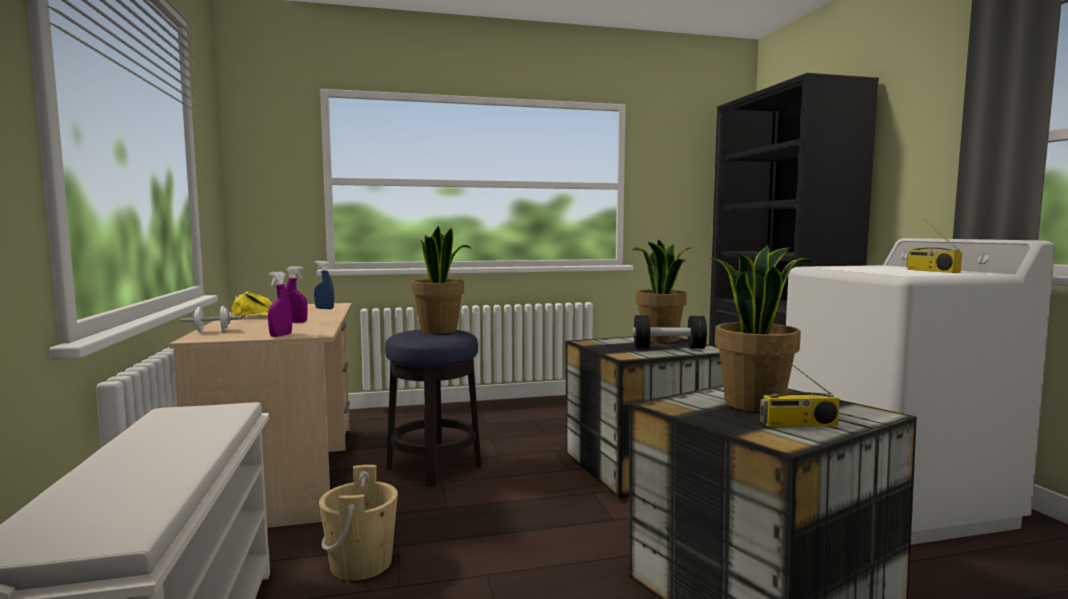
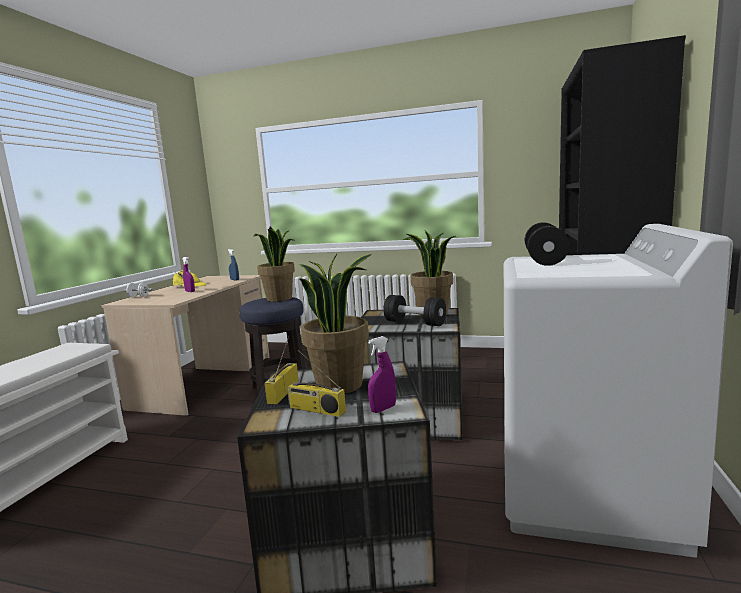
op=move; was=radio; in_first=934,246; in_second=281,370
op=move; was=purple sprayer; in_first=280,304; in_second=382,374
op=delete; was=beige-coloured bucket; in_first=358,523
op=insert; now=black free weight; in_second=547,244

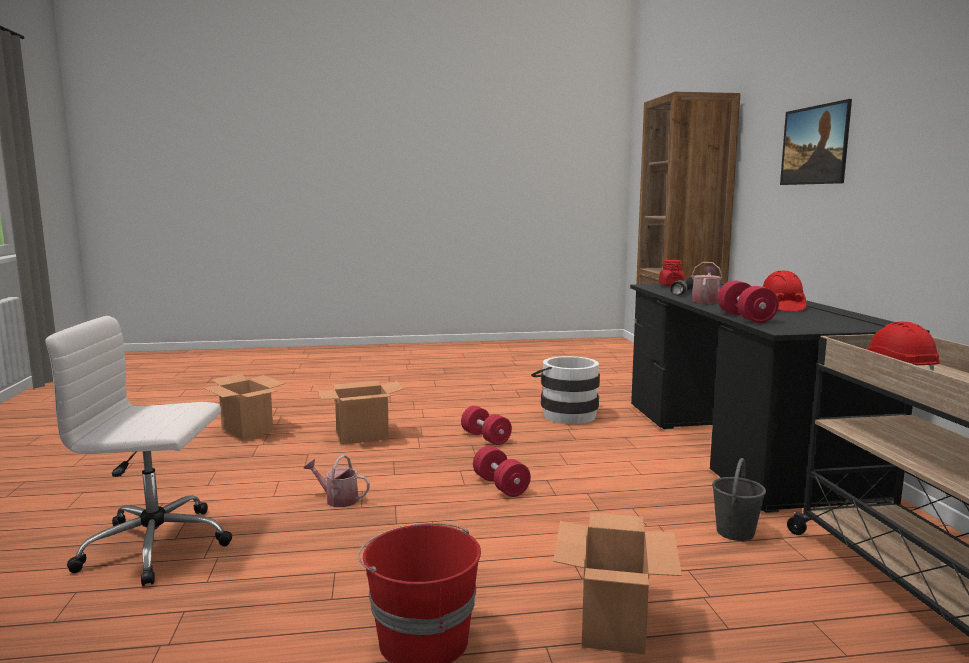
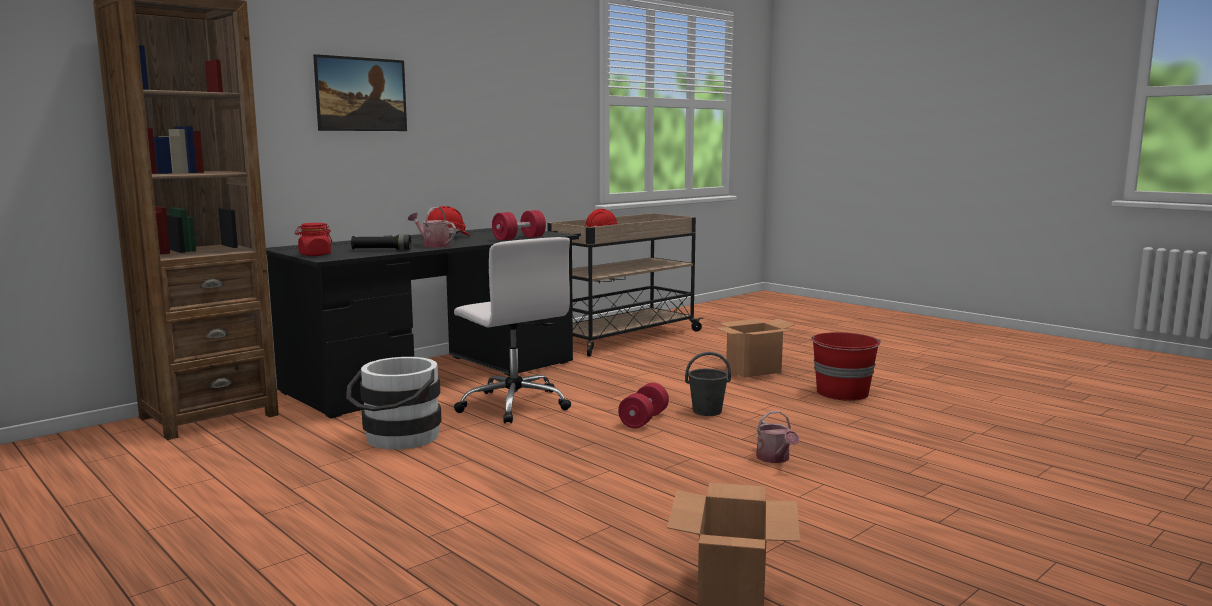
op=rotate; was=sprinkling can; in_first=707,282; in_second=432,227; clockwise=45
op=move; was=white office chair; in_first=138,451; in_second=512,330
op=delete; was=carton; in_first=361,413
op=delete; was=red free weight; in_first=486,425
op=move; was=gray bucket; in_first=739,499; in_second=708,384

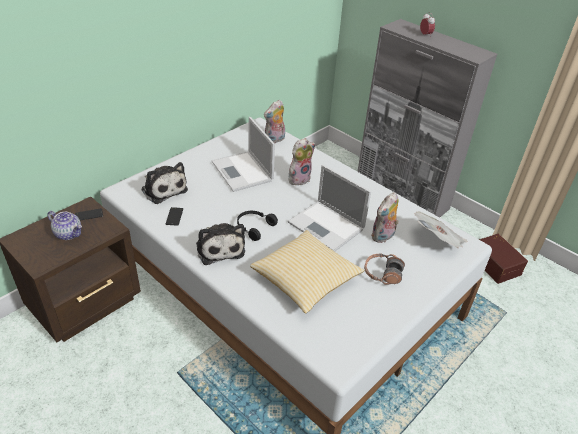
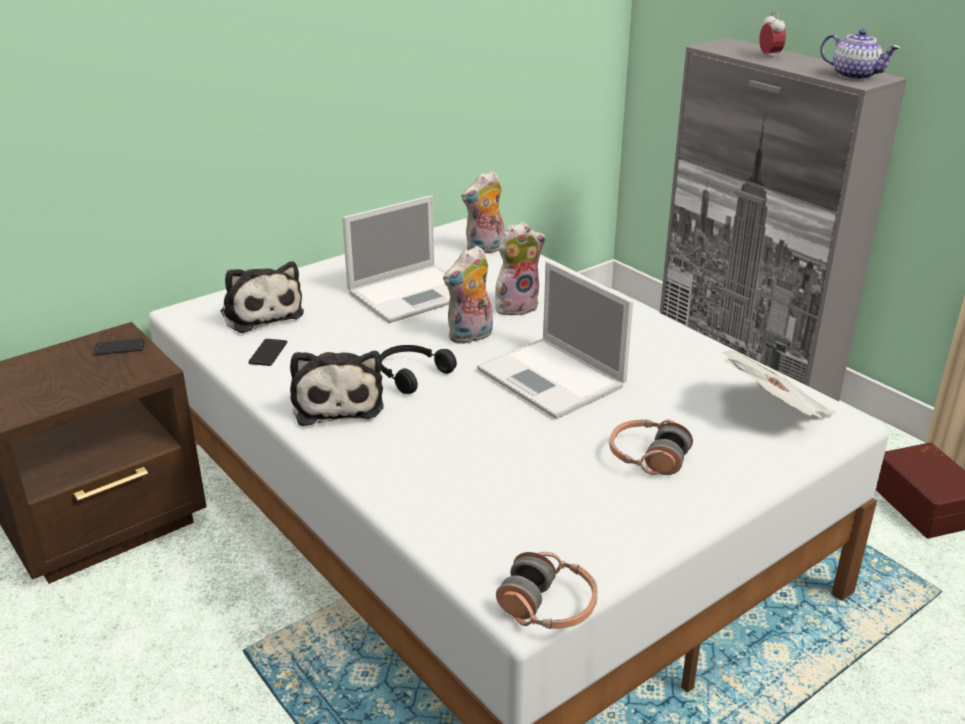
op=rotate; was=portable computer; in_first=243,154; in_second=396,259; clockwise=-105
op=move; was=cuddly toy; in_first=385,217; in_second=468,295
op=move; was=pot for tea; in_first=64,225; in_second=860,54
op=delete; was=throw pillow; in_first=307,271
op=insert; now=headphones; in_second=547,590

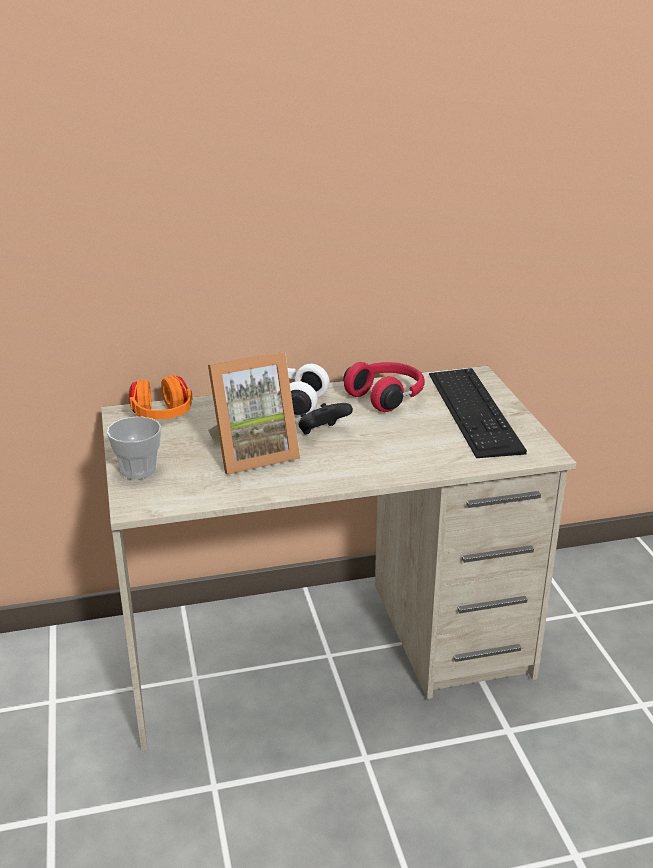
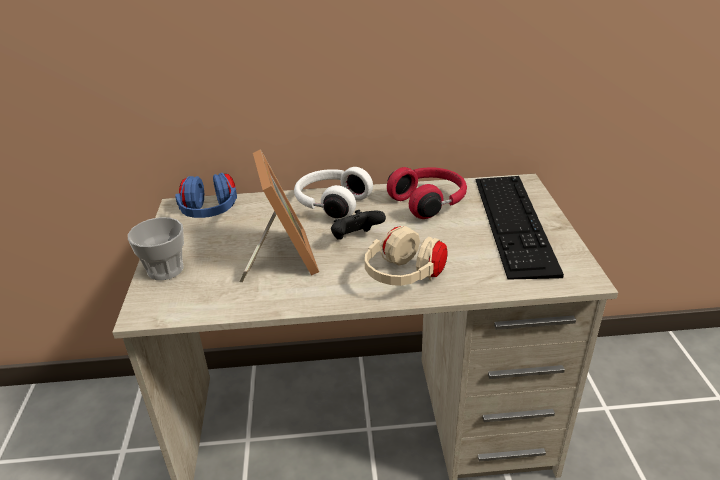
op=rotate; was=photo frame; in_first=254,413; in_second=279,215; clockwise=-90
op=recolor; was=orange headphones; now=bluish headphones; in_first=161,397; in_second=206,195
op=insert; now=beige-coloured headphones; in_second=406,256

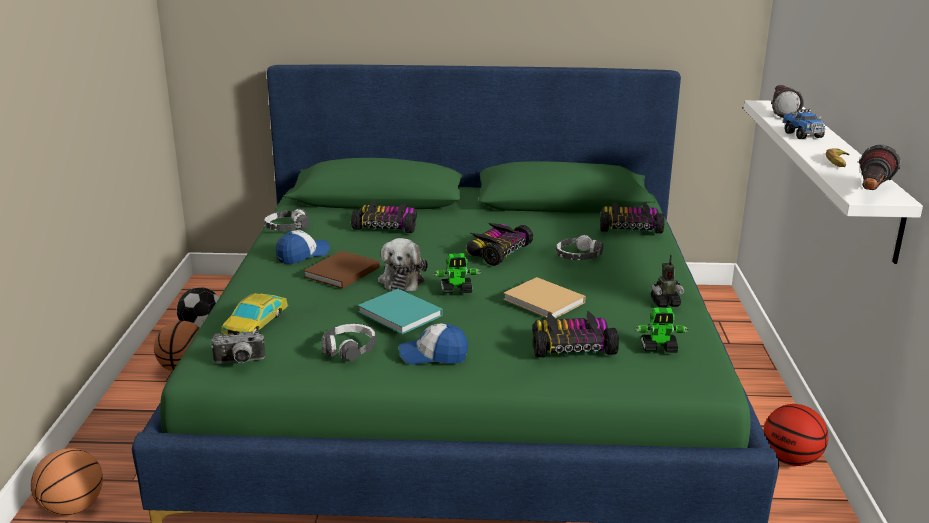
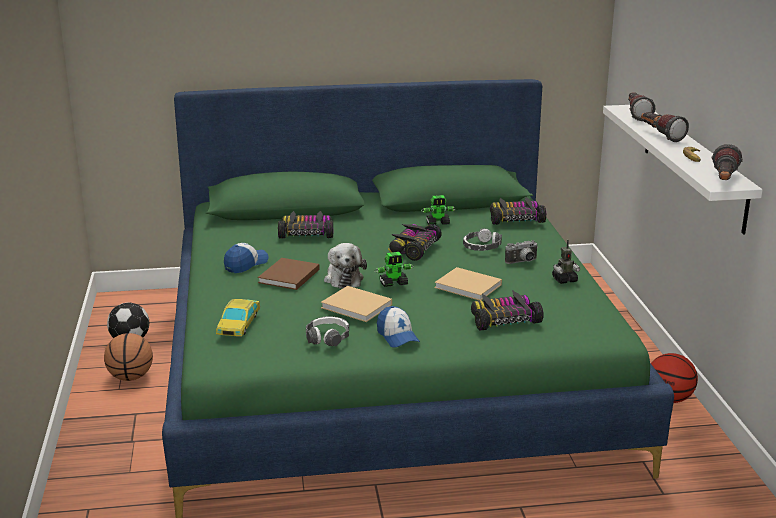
op=replace; was=model truck; now=torch; in_first=804,124; in_second=665,127
op=delete; was=headphones; in_first=287,220
op=recolor; was=turquoise-coloured bound book; now=beige-coloured bound book; in_first=400,311; in_second=356,304
op=move; was=toy robot; in_first=661,330; in_second=438,210
op=rotate; was=cap; in_first=433,344; in_second=398,326; clockwise=-105
op=move; was=photo camera; in_first=238,347; in_second=521,252
op=delete; was=ball for basketball; in_first=67,482

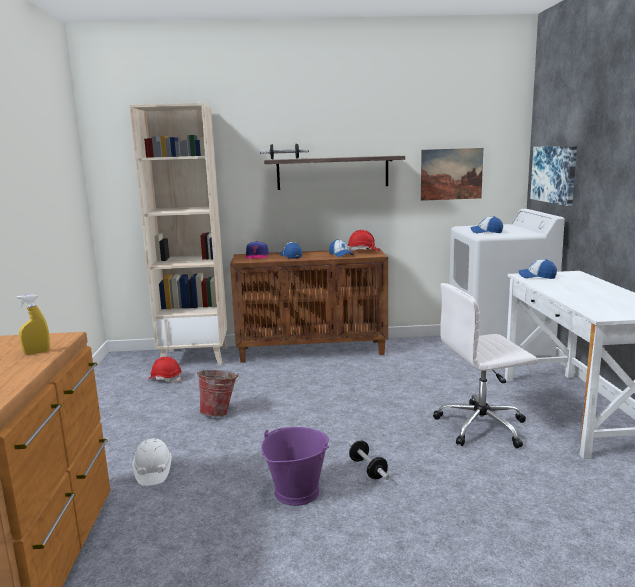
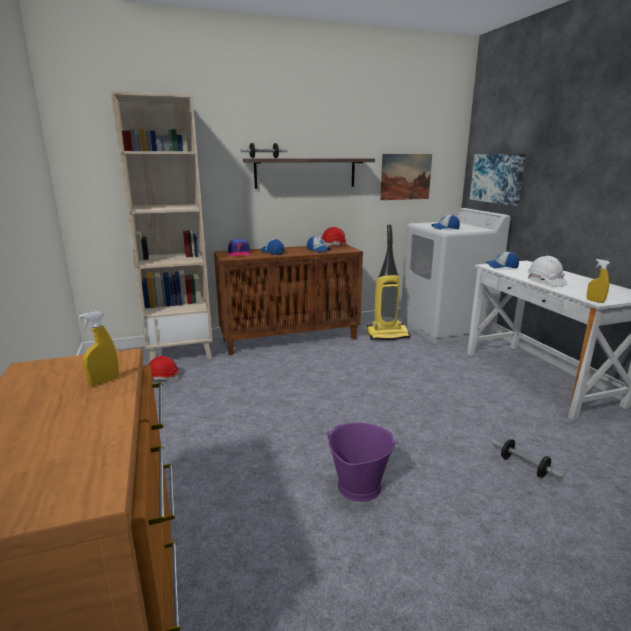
op=delete; was=white office chair; in_first=485,365
op=delete; was=bucket; in_first=218,393
op=move; was=white work helmet; in_first=152,462; in_second=548,271
op=move; was=free weight; in_first=369,460; in_second=527,459
op=insert; now=vacuum cleaner; in_second=388,282
op=insert; now=yellowish sprayer; in_second=598,281

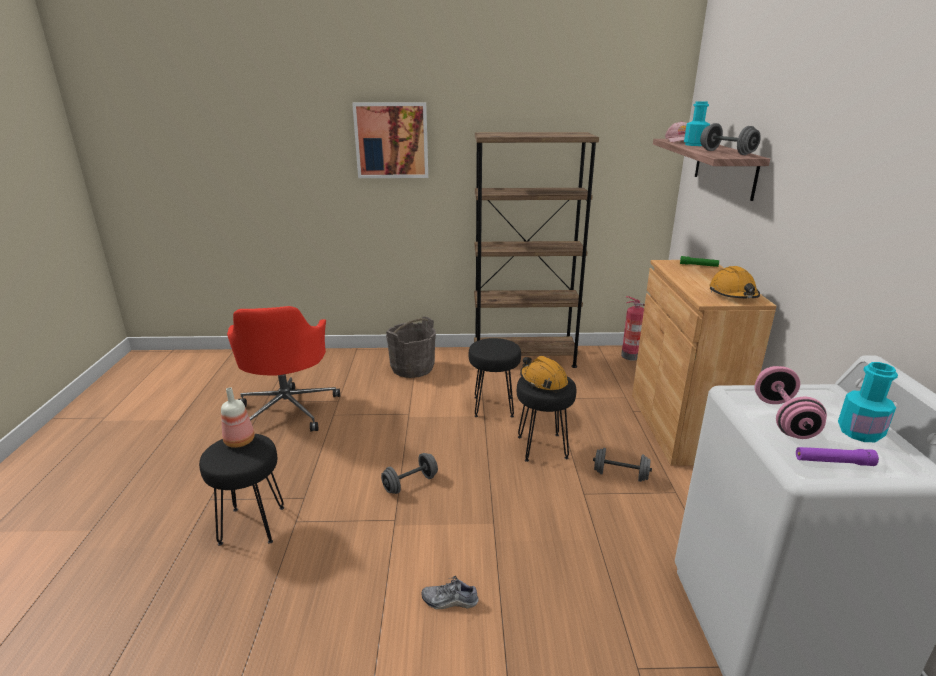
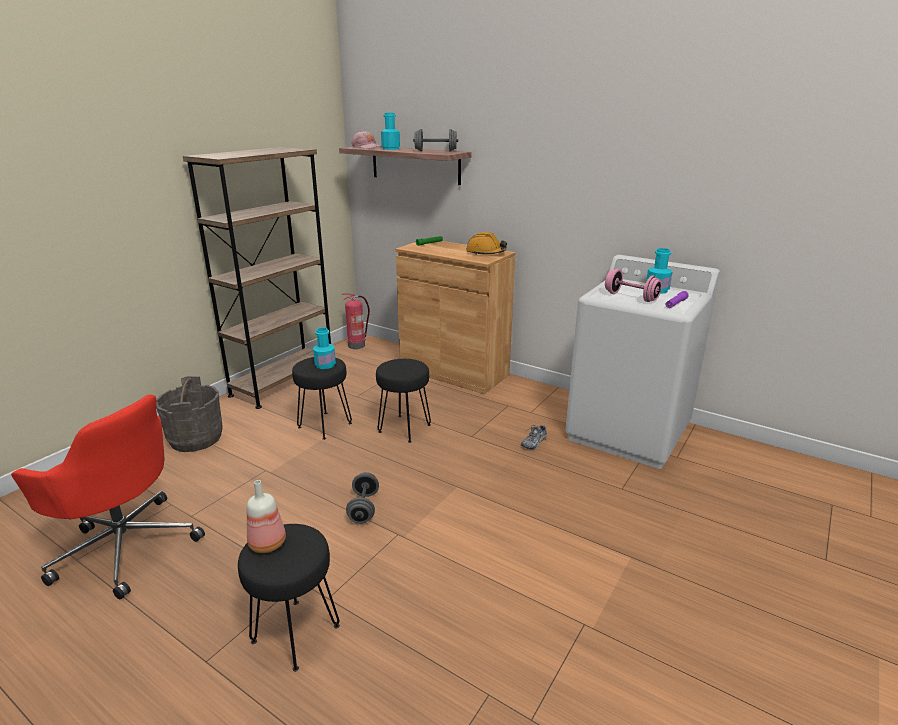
op=delete; was=picture; in_first=390,140
op=delete; was=orange work helmet; in_first=544,374
op=delete; was=gray free weight; in_first=622,465
op=move; was=shoe; in_first=450,592; in_second=534,437
op=insert; now=turquoise-coloured beverage bottle; in_second=324,348

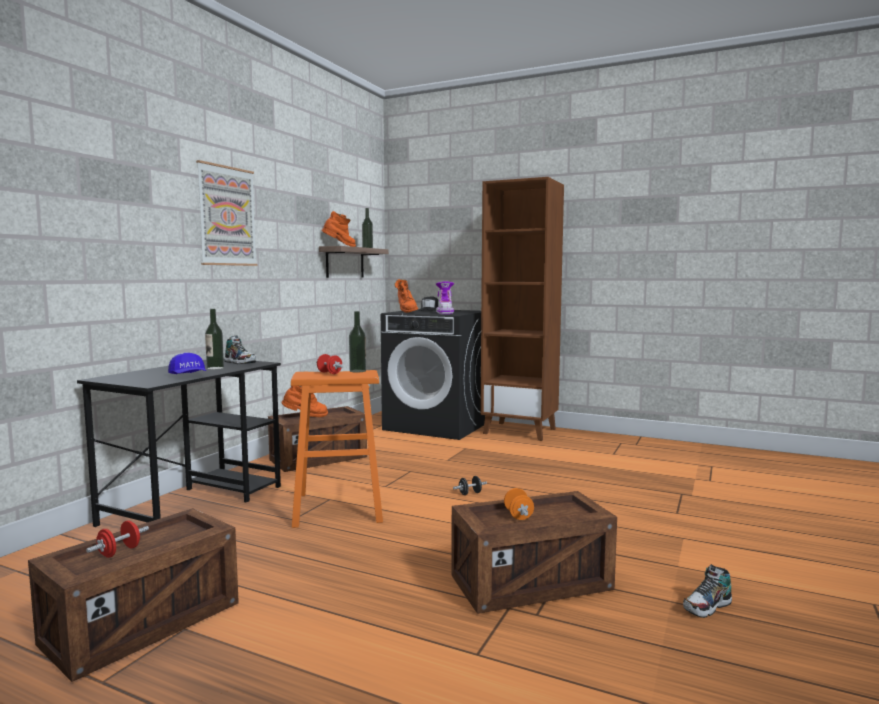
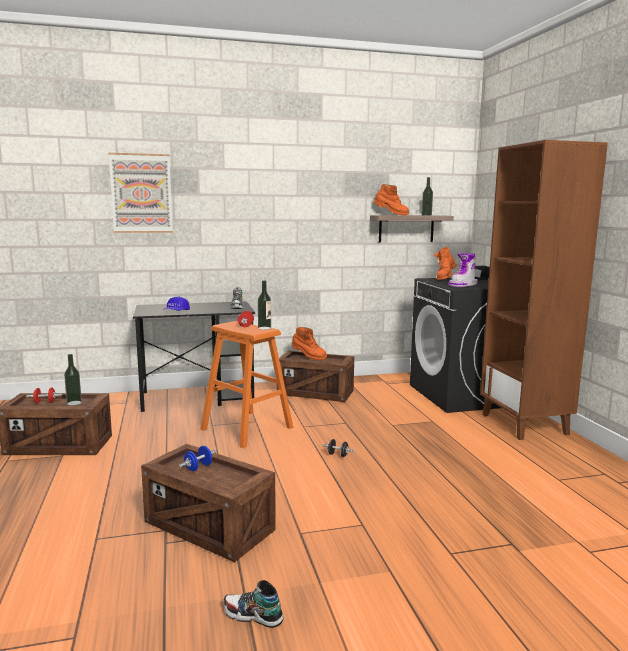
op=move; was=picture; in_first=226,213; in_second=141,193
op=move; was=beverage bottle; in_first=214,339; in_second=73,380
op=recolor; was=orange free weight; now=bluish free weight; in_first=519,504; in_second=197,458

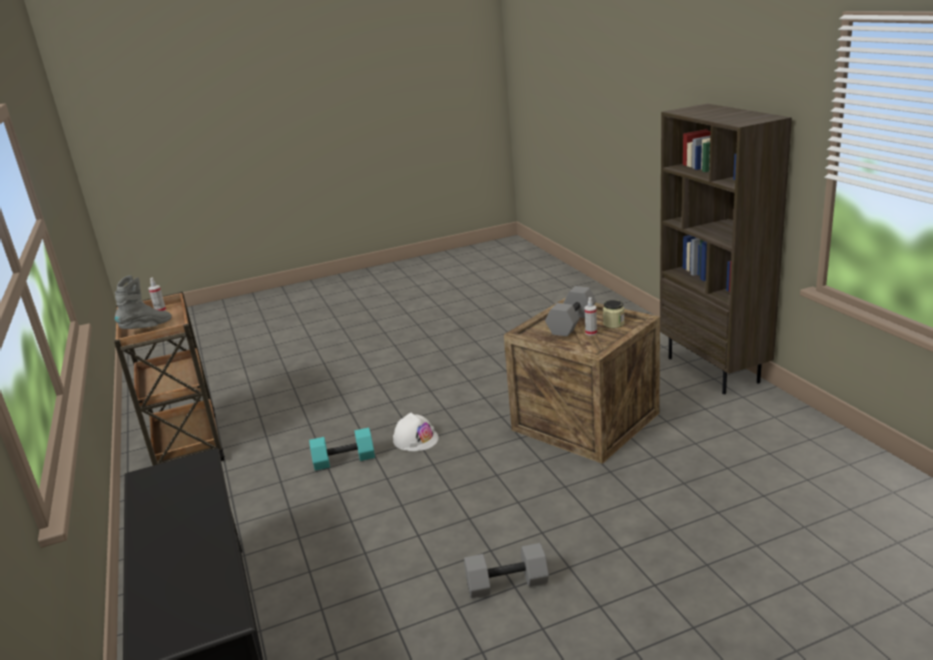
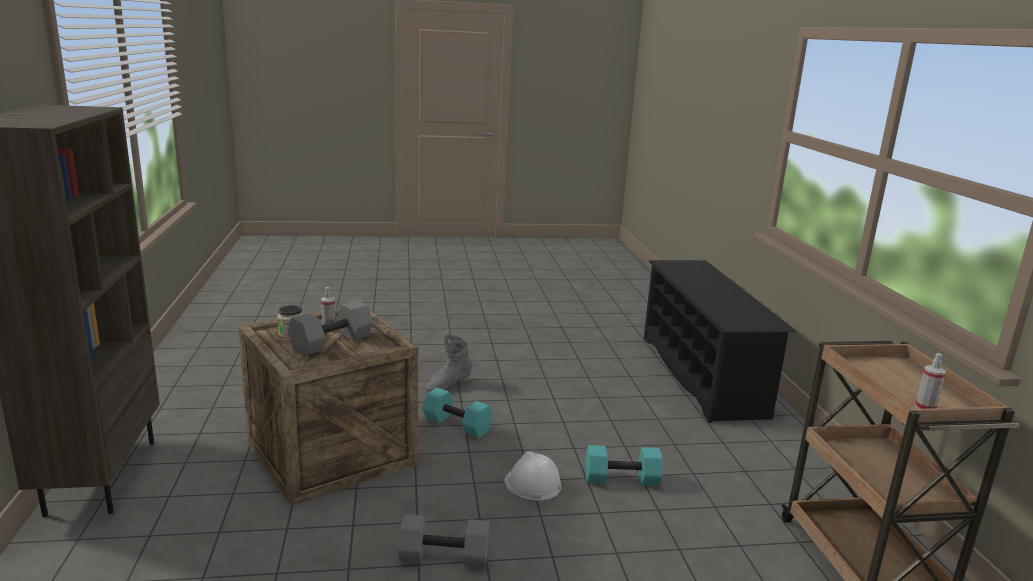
op=move; was=gray high-top boot; in_first=143,302; in_second=449,363
op=move; was=gray free weight; in_first=506,570; in_second=444,540
op=insert; now=turquoise-coloured free weight; in_second=457,413

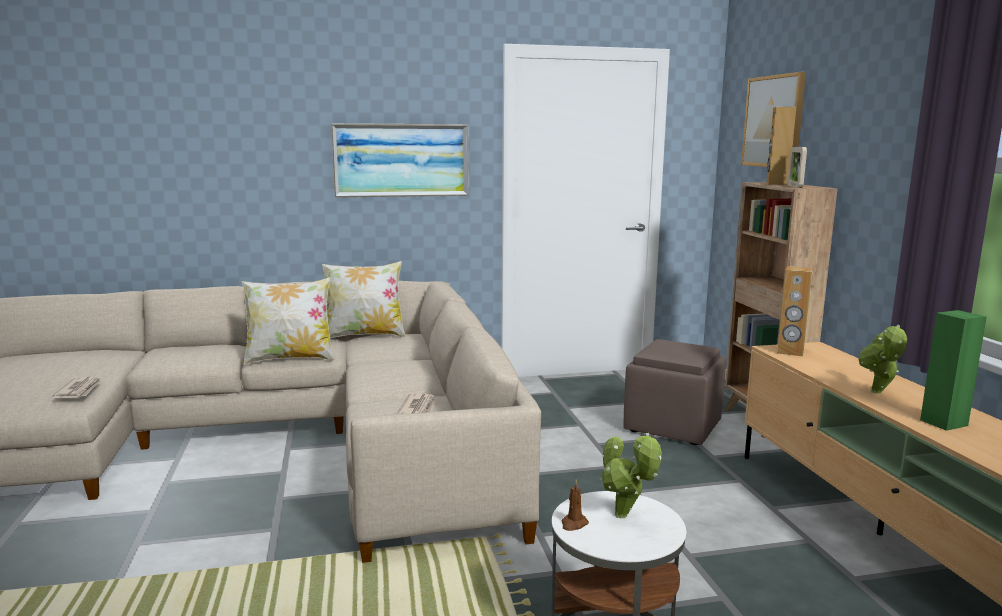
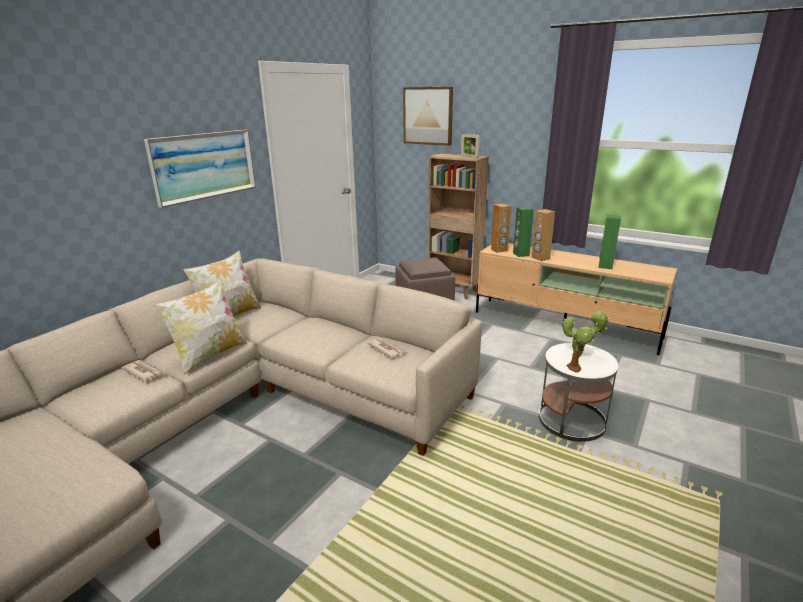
op=move; was=brownish speaker; in_first=781,146; in_second=543,235
op=delete; was=potted plant; in_first=882,359
op=move; was=printed paper; in_first=76,387; in_second=143,371
op=insert; now=greenish speaker; in_second=523,232

